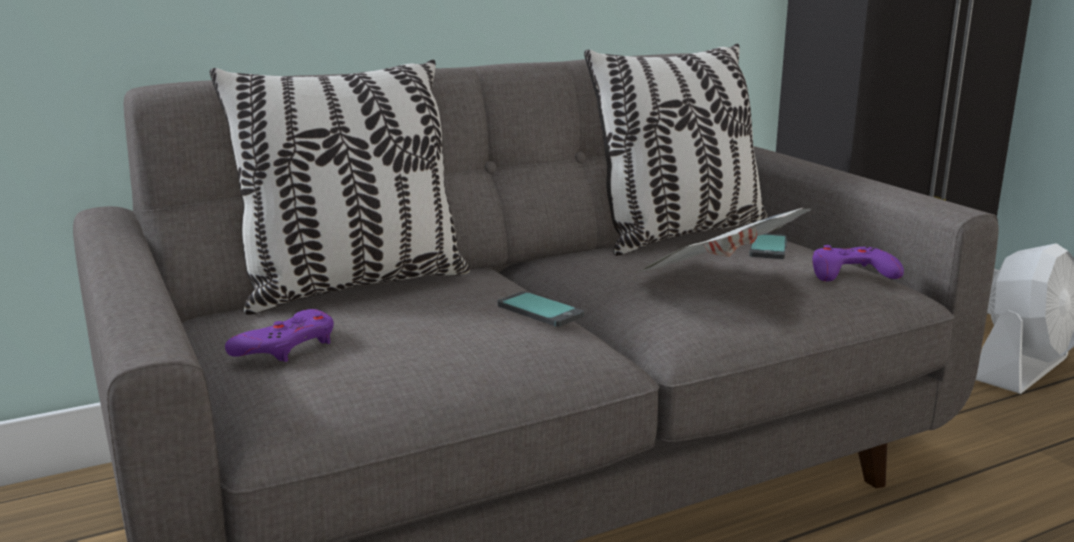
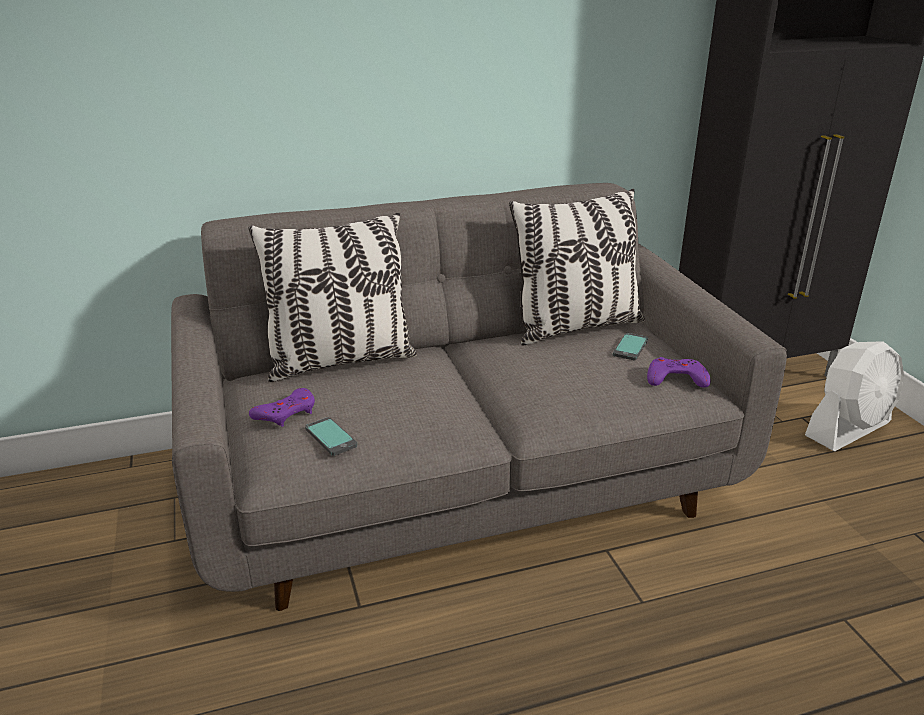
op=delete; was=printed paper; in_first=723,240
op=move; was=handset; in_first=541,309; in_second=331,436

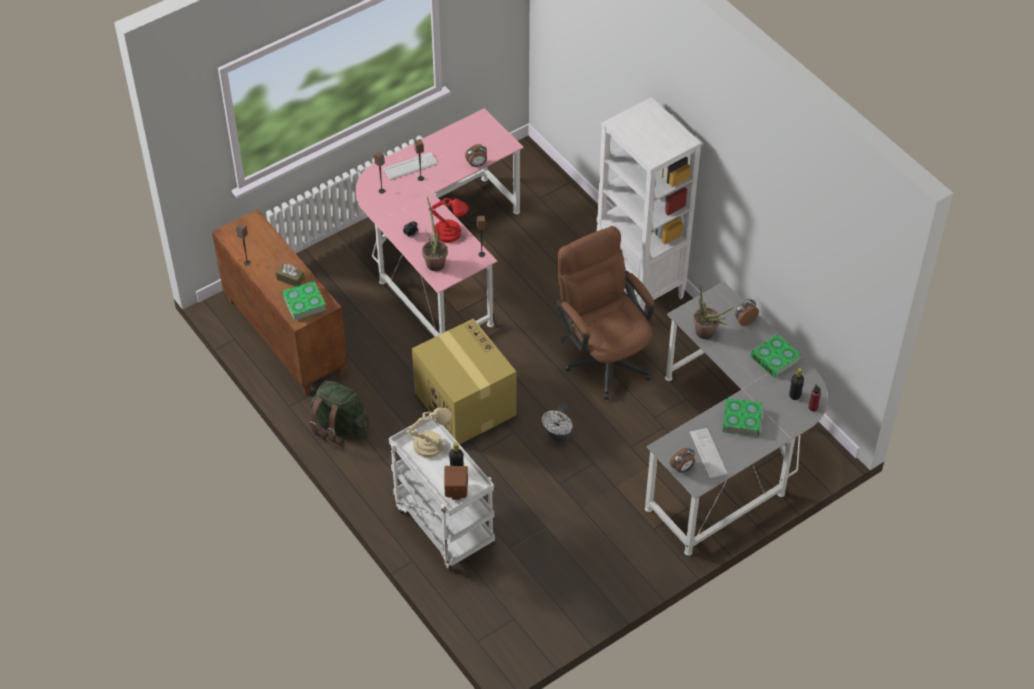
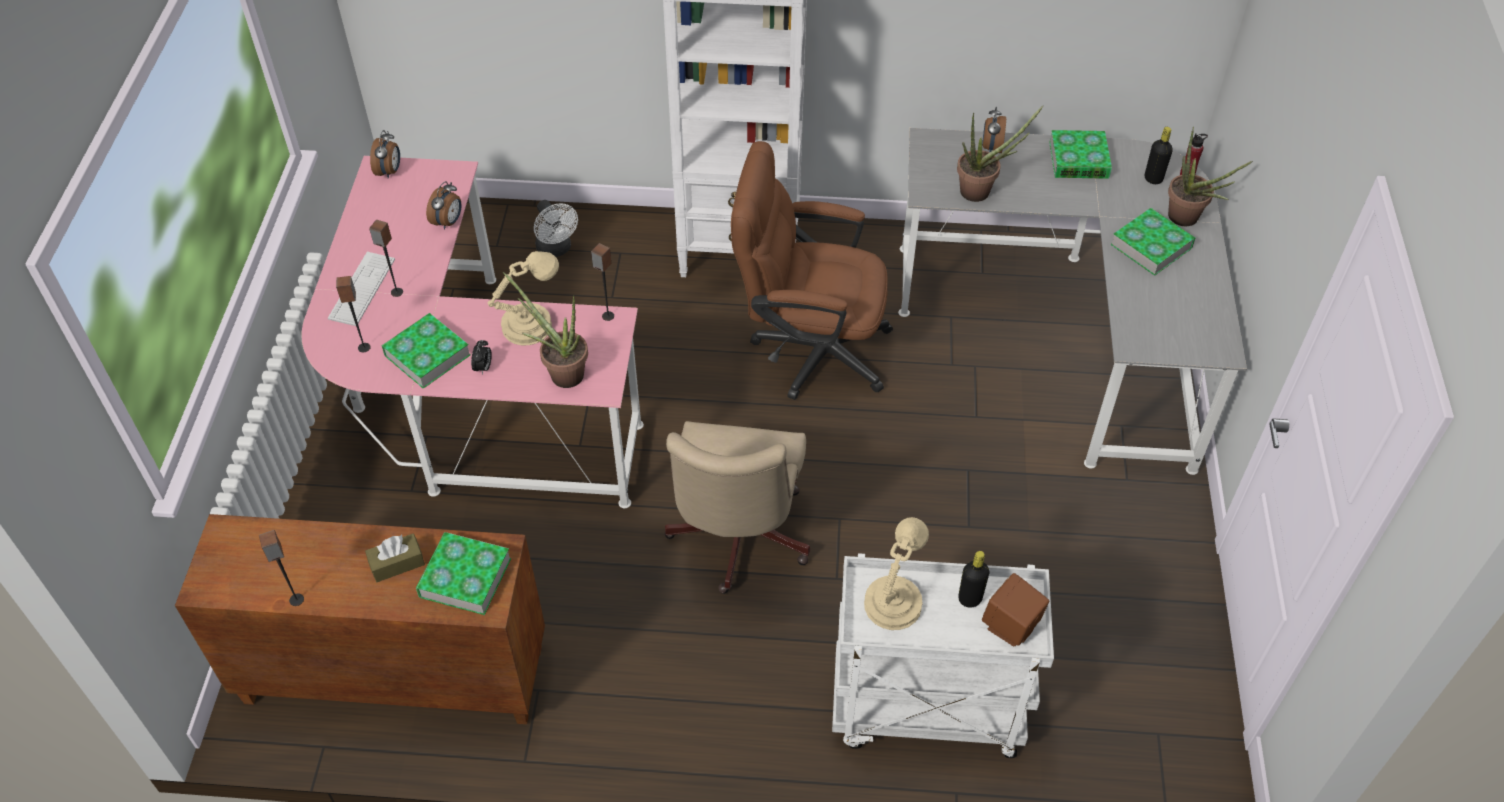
op=recolor; was=red table lamp; now=beige-coloured table lamp; in_first=449,220; in_second=523,298
op=replace; was=carton; now=beige-coloured office chair; in_first=464,381; in_second=737,507
op=delete; was=greenish knapsack; in_first=339,412
op=move; was=white electric fan; in_first=557,423; in_second=556,228
op=delete; was=keyboard; in_first=708,453
op=move; was=bedside clock; in_first=682,460; in_second=385,154
op=insert; now=potted plant; in_second=1210,176
op=insert; now=bound book; in_second=426,351

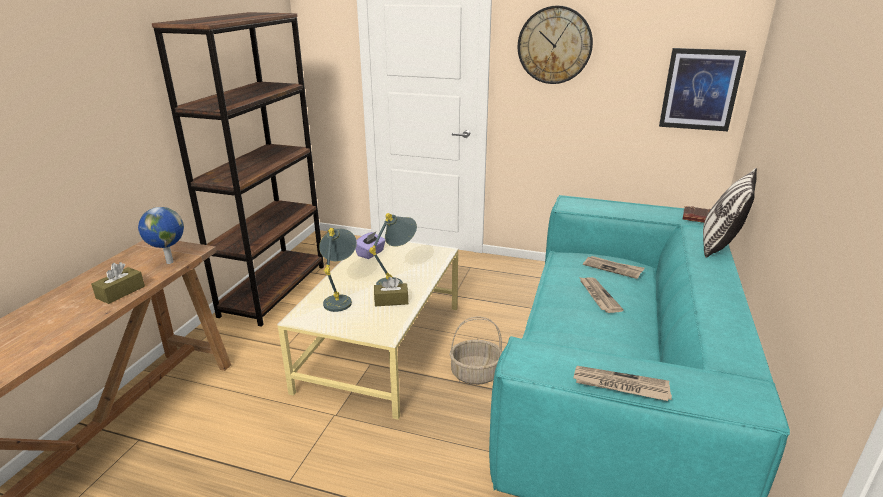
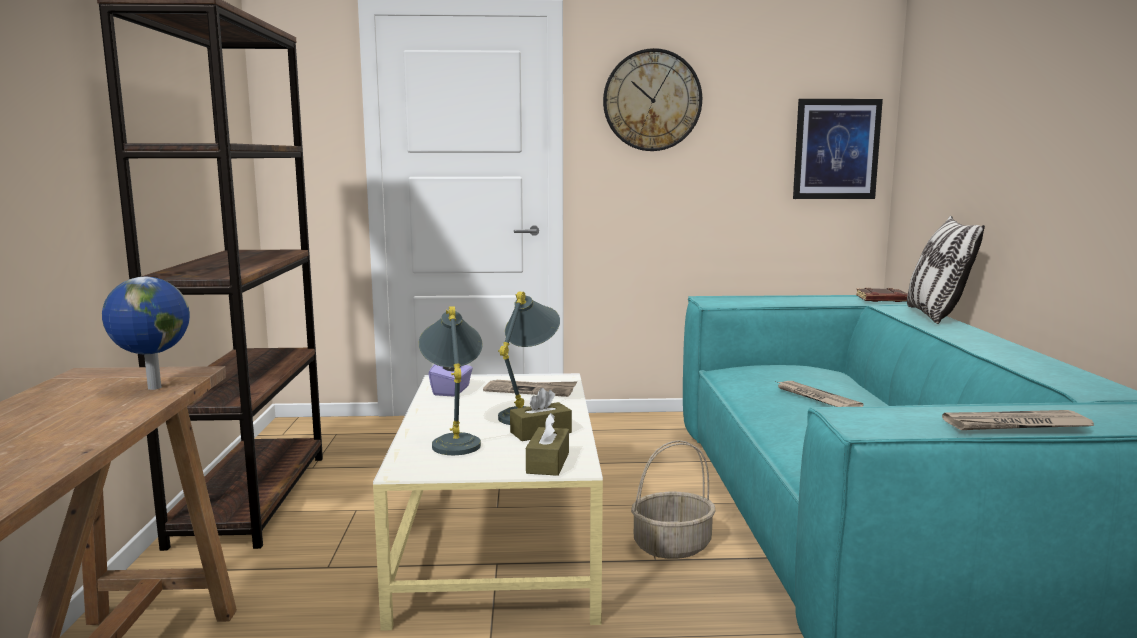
op=move; was=printed paper; in_first=614,267; in_second=530,388
op=move; was=brownish tissue box; in_first=118,283; in_second=547,444

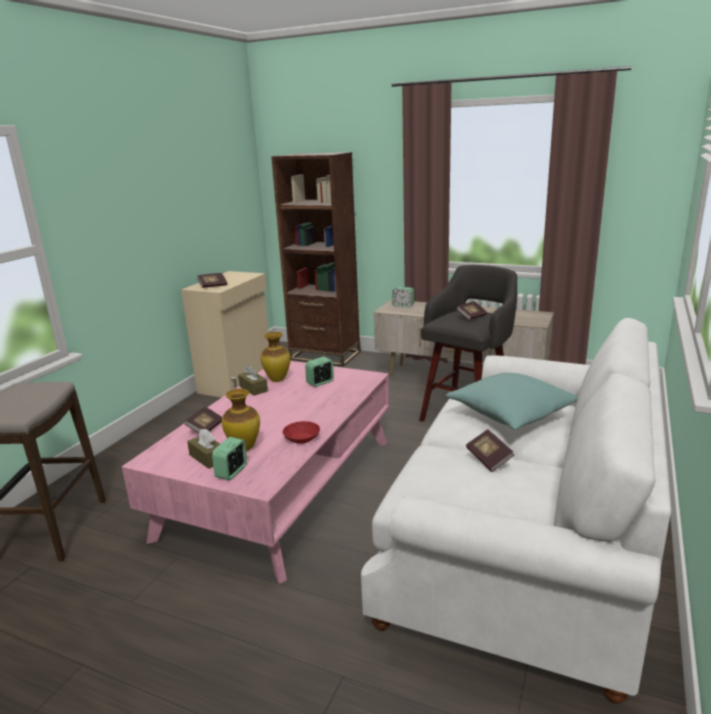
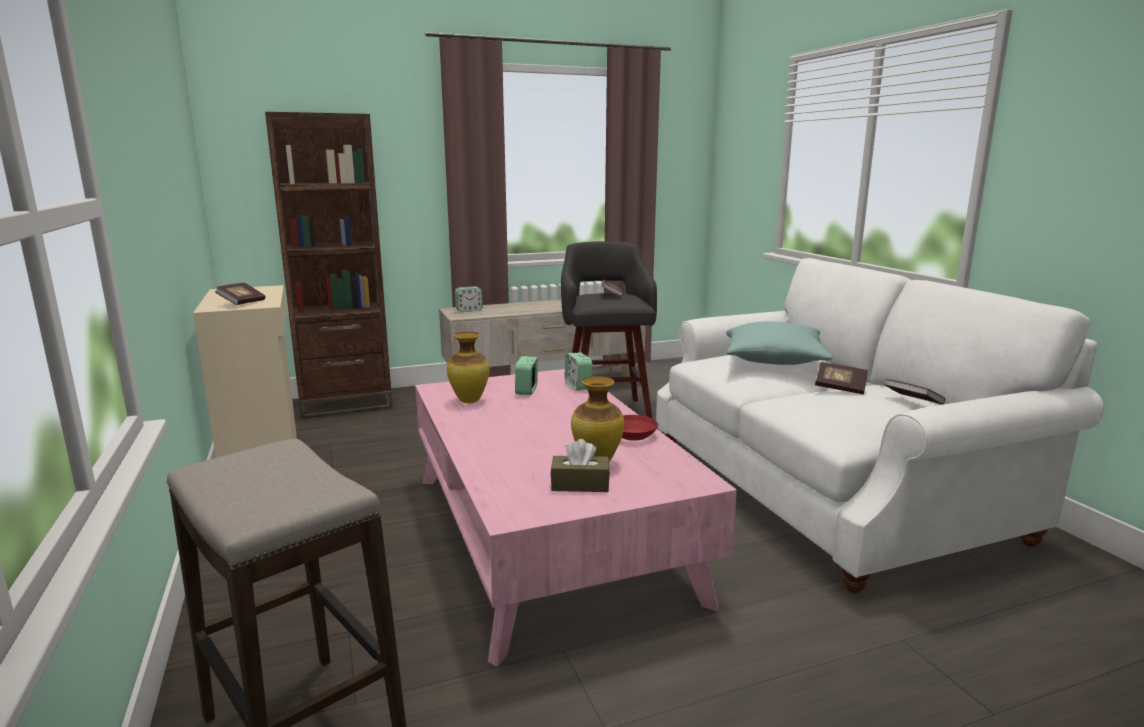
op=delete; was=brownish tissue box; in_first=253,380
op=move; was=bound book; in_first=203,420; in_second=915,391
op=move; was=bedside clock; in_first=229,458; in_second=579,372

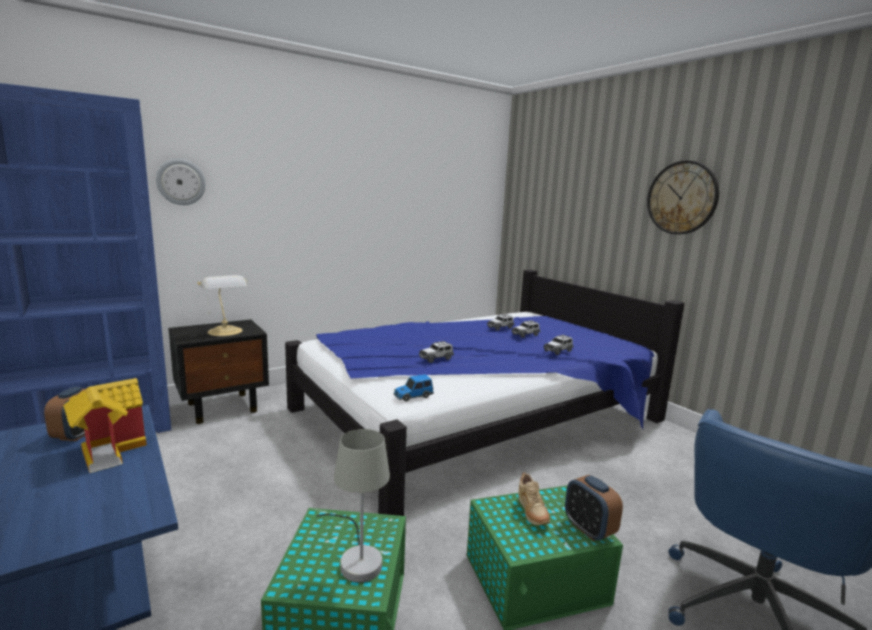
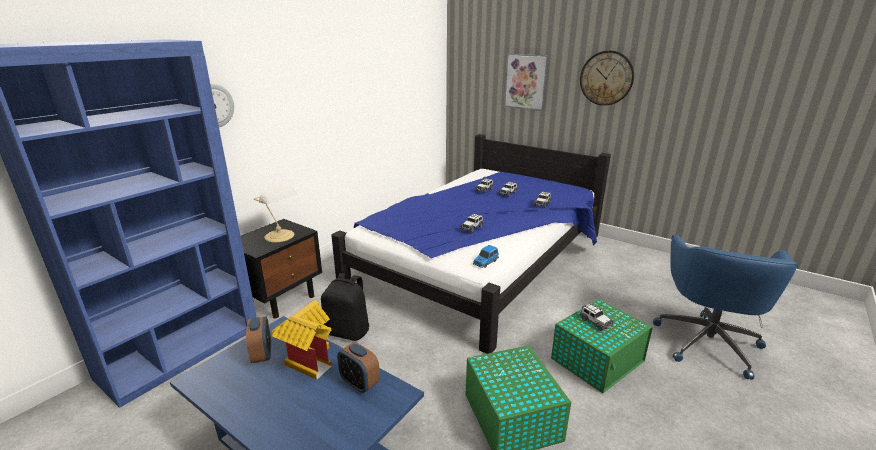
op=delete; was=gray table lamp; in_first=353,506
op=replace; was=beige-coloured shoe; now=model car; in_first=534,498; in_second=597,317
op=move; was=bedside clock; in_first=594,508; in_second=358,367
op=insert; now=picture; in_second=526,82
op=insert; now=black knapsack; in_second=345,307

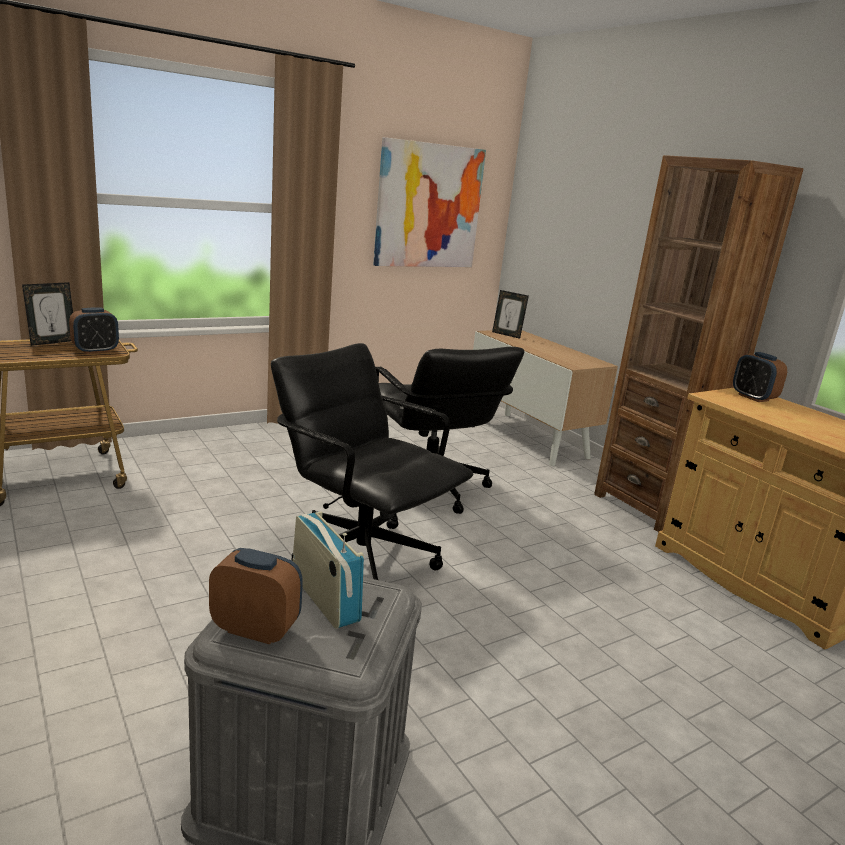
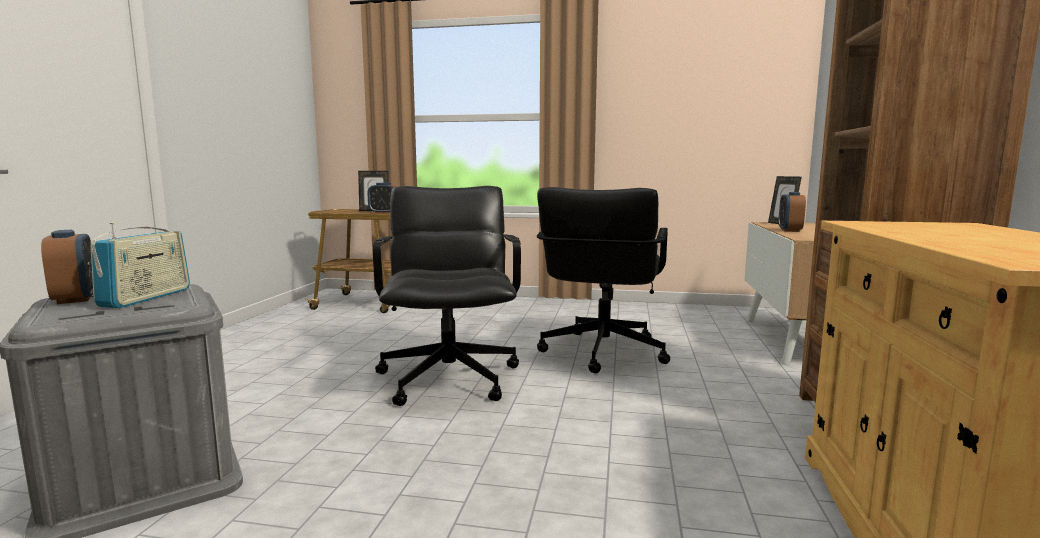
op=delete; was=picture; in_first=429,202
op=move; was=bedside clock; in_first=760,377; in_second=792,212

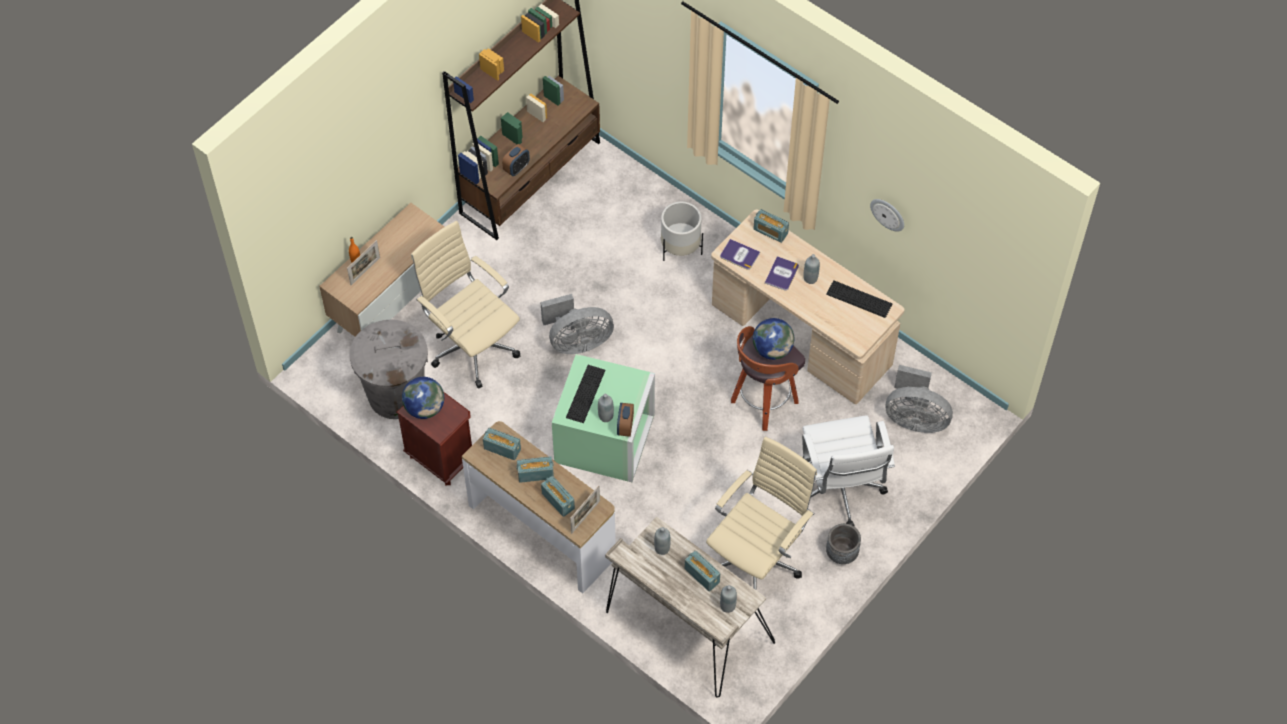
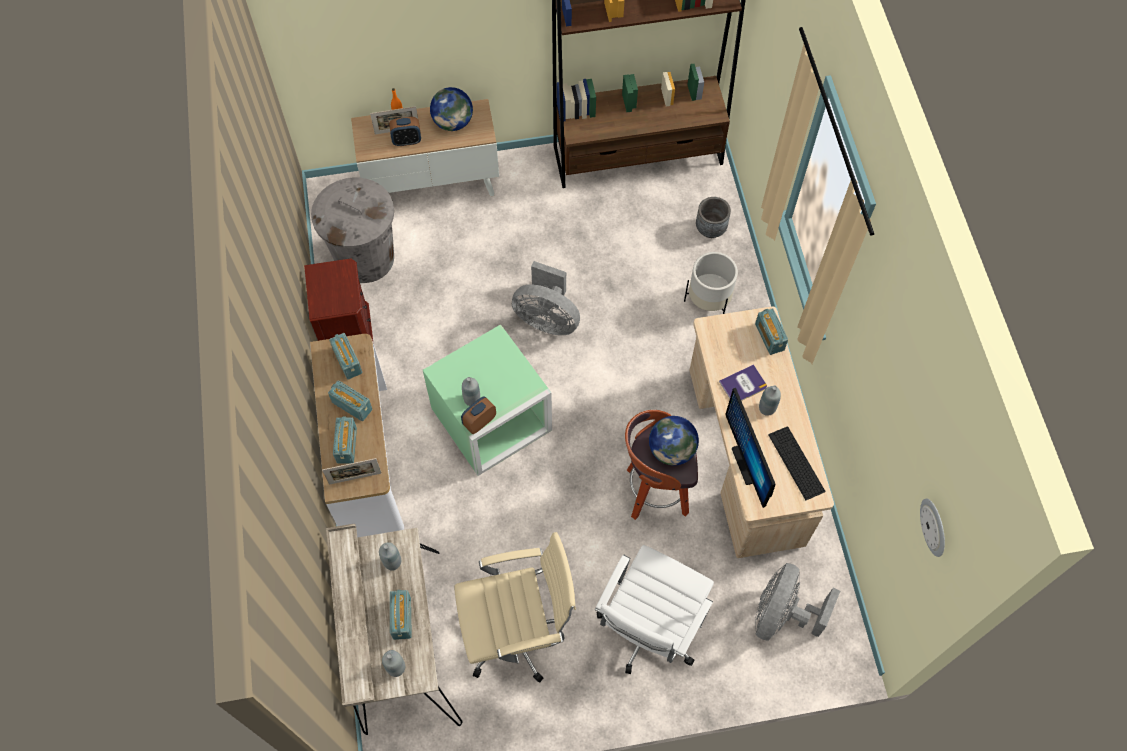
op=move; was=bedside clock; in_first=516,160; in_second=405,131
op=move; was=clock on the wall; in_first=887,215; in_second=932,528
op=delete; was=beige-coloured office chair; in_first=465,305
op=delete; was=bound book; in_first=740,254
op=delete; was=keyboard; in_first=585,394
op=rotate; was=gray electric fan; in_first=919,399; in_second=797,601; clockwise=60
op=move; was=desk globe; in_first=423,398; in_second=451,109
op=move; was=gray planter; in_first=843,543; in_second=713,217
op=insert; now=computer screen; in_second=750,448

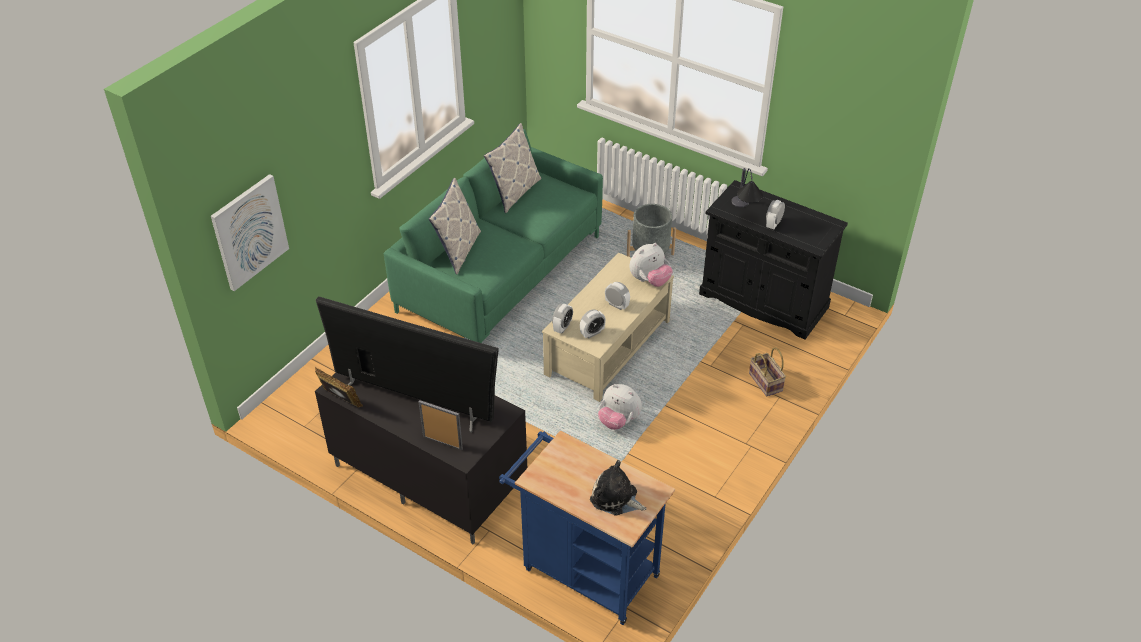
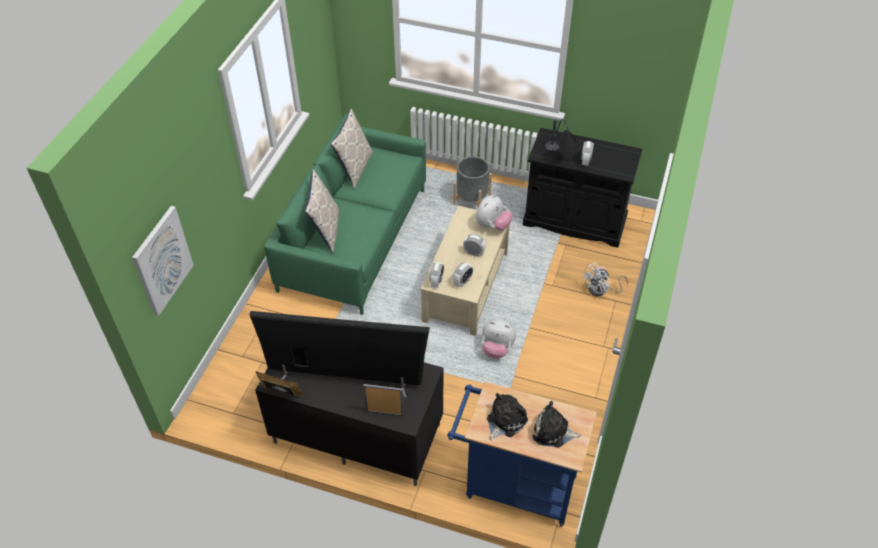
op=replace; was=storage basket; now=white electric fan; in_first=767,371; in_second=605,279
op=insert; now=cuddly toy; in_second=507,417

